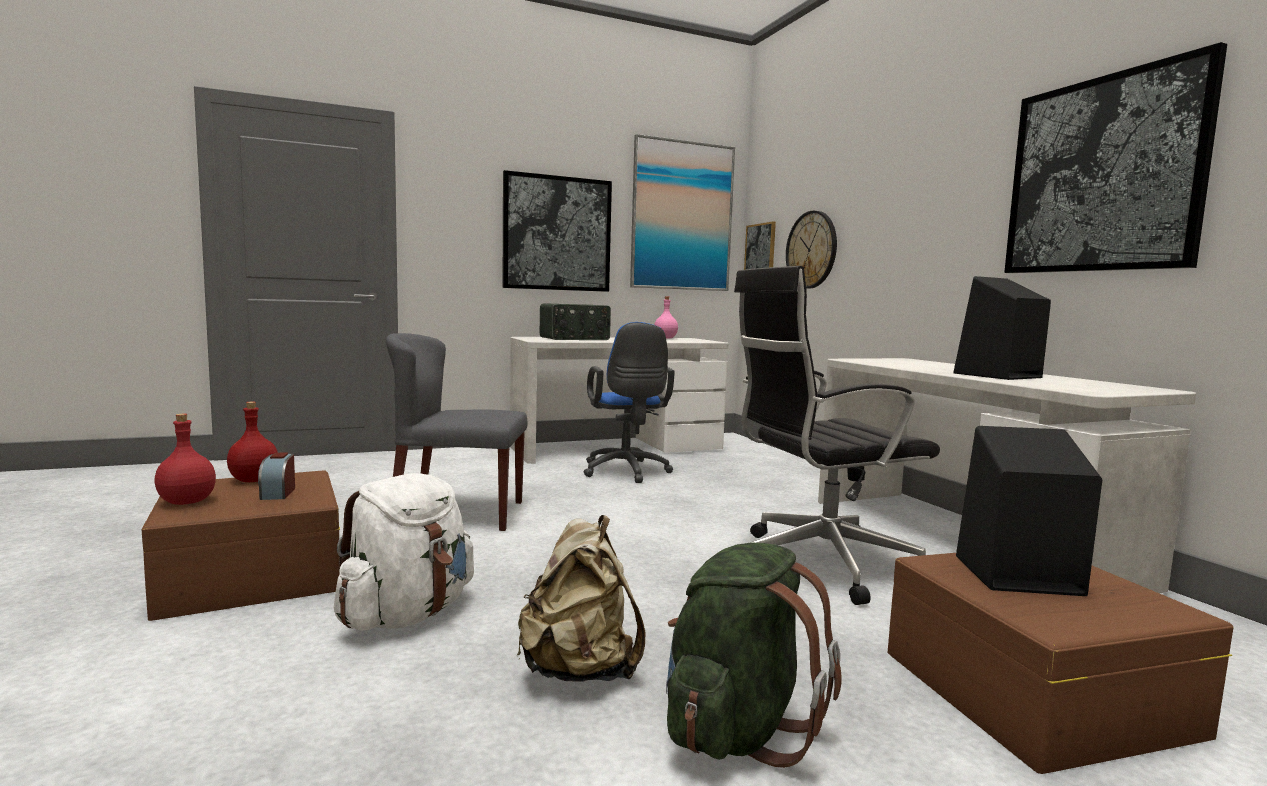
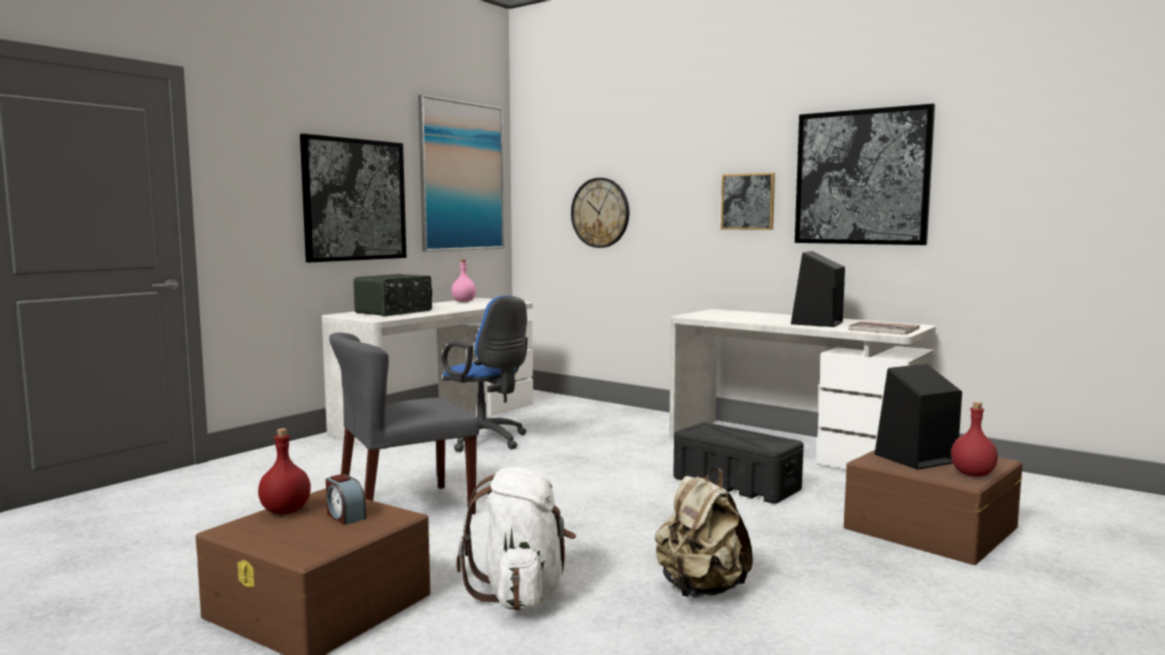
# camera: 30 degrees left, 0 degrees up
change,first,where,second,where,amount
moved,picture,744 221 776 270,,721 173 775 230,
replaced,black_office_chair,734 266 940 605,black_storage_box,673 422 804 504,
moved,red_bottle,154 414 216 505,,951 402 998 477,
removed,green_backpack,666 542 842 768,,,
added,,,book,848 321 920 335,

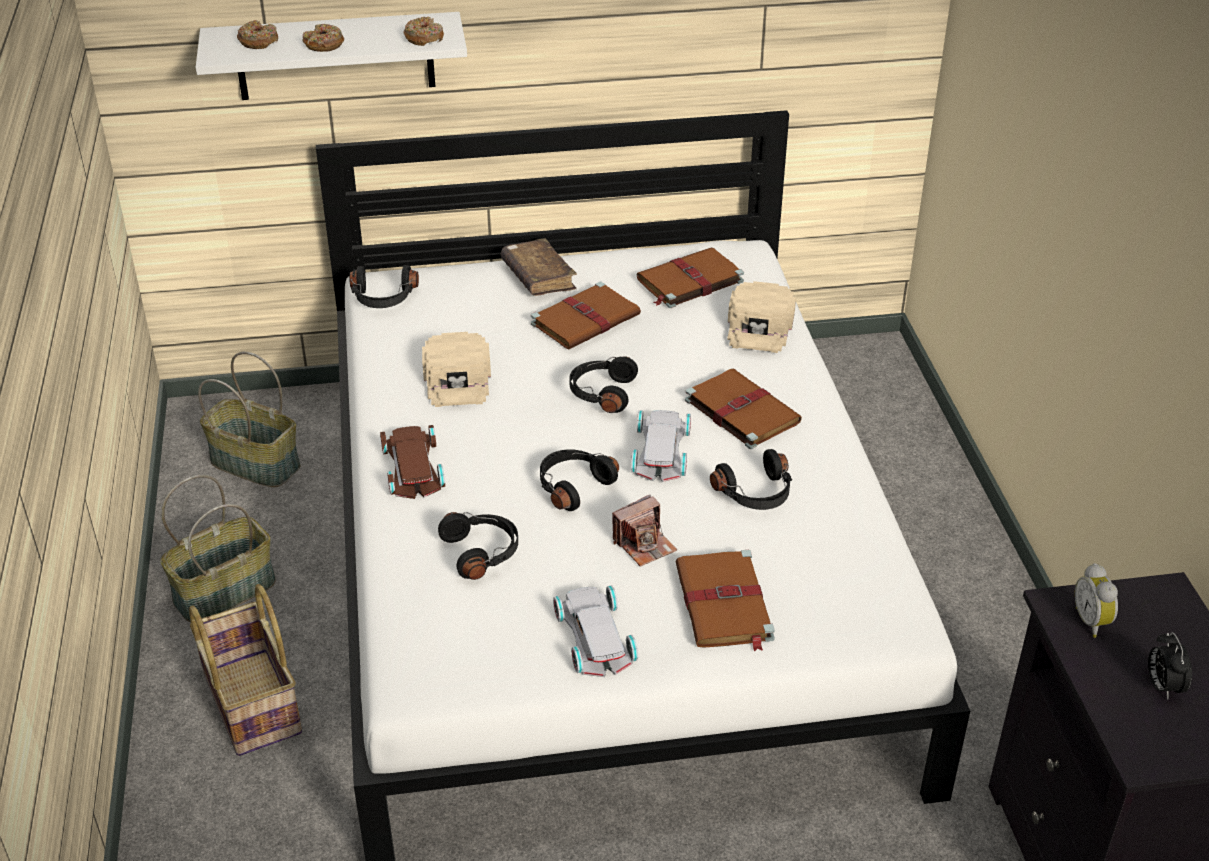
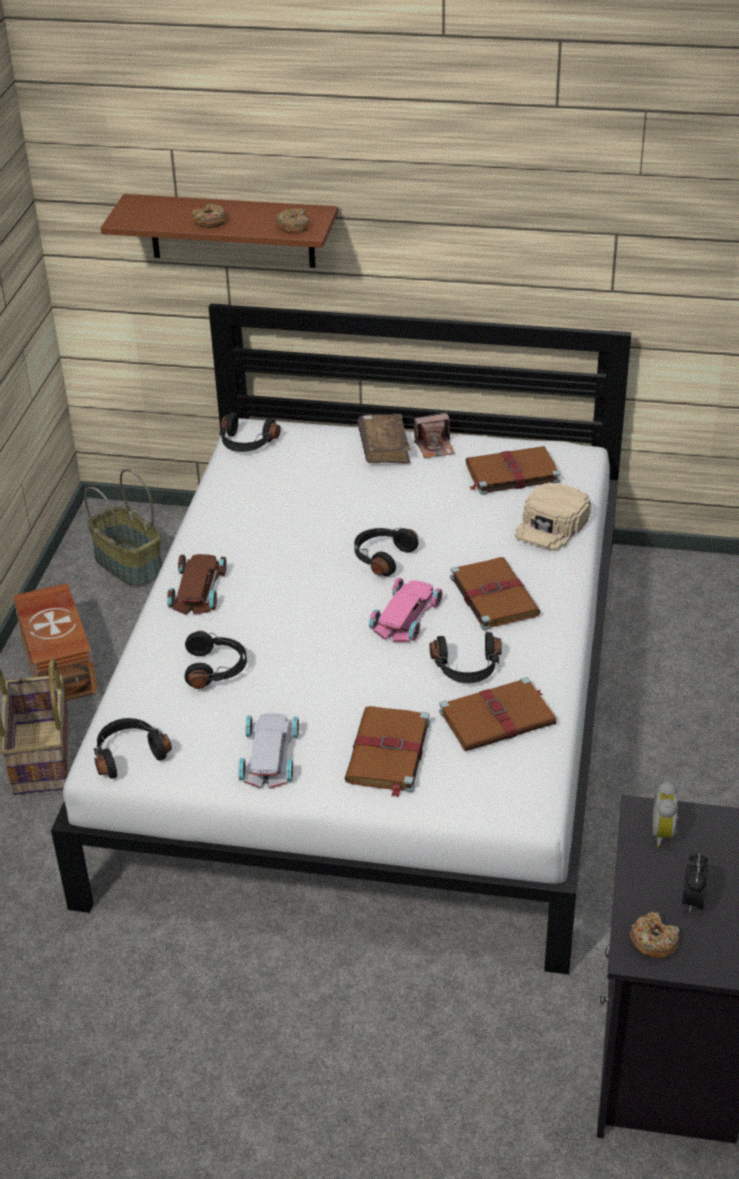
# camera: 20 degrees right, 0 degrees up
change,first,where,second,where,amount
recoloured,white_shelf,196 12 467 100,brown_shelf,101 194 338 268,
moved,donut,237 20 278 49,,630 912 679 958,
moved,brown_book,531 282 641 349,,439 677 557 751,
removed,beige_cap,422 332 491 407,,,
recoloured,white_toy_car,631 410 691 482,pink_toy_car,369 578 443 642,
moved,black_headphones,540 450 619 511,,94 718 172 779,
replaced,basket,160 475 276 622,brown_storage_box,13 583 98 701,
moved,photo_camera,612 495 677 567,,414 412 455 458,

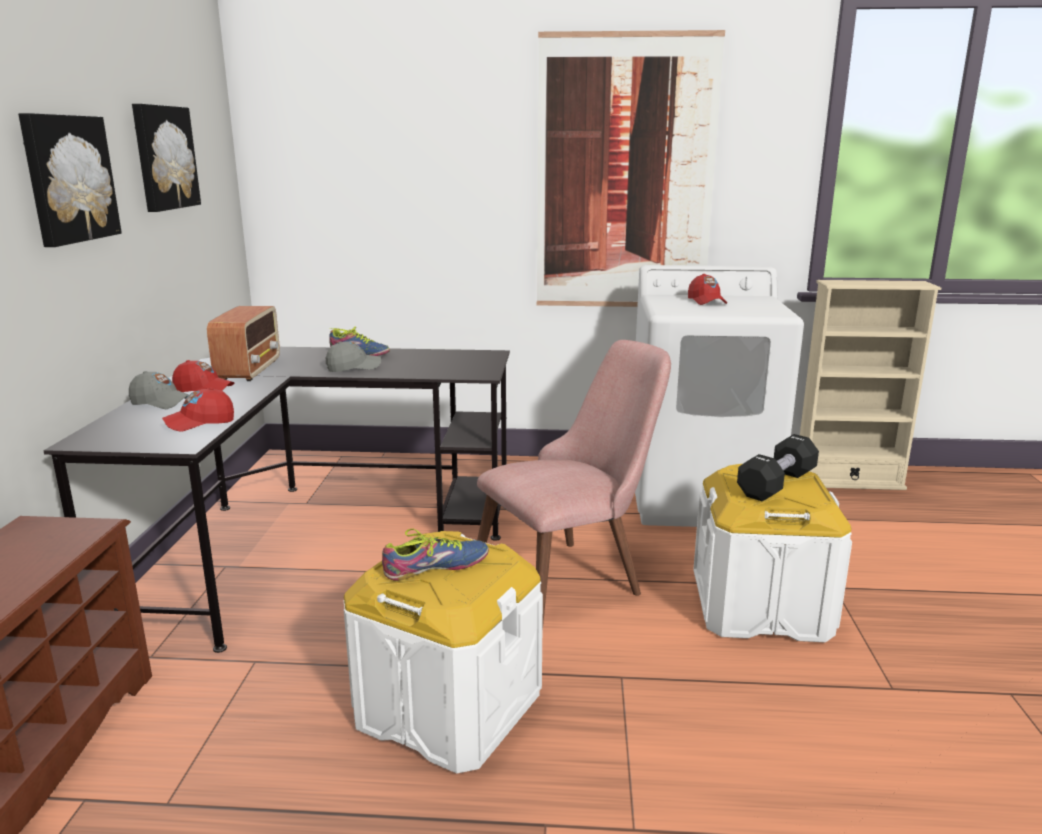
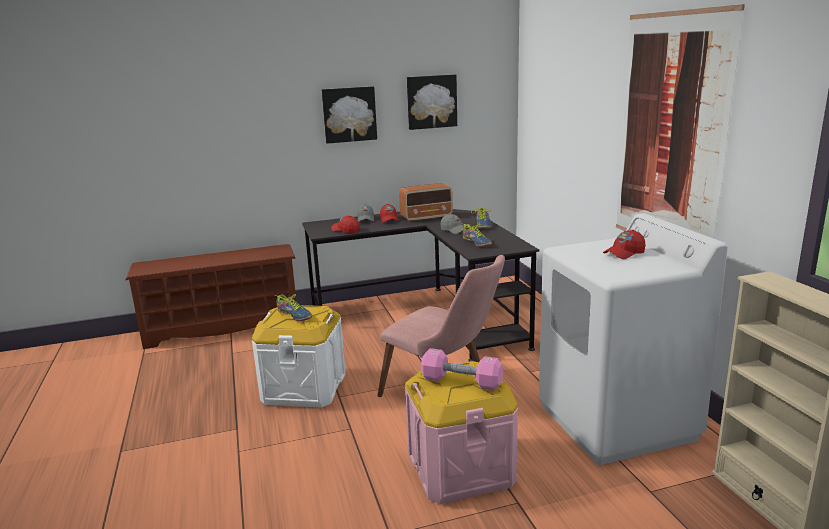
# camera: 70 degrees right, 0 degrees up
change,first,where,second,where,amount
recoloured,black_dumbbell,737 434 819 501,pink_dumbbell,421 348 503 391,
recoloured,white_storage_box,693 464 852 642,pink_storage_box,405 361 518 504,
added,,,shoe,461 223 492 247,

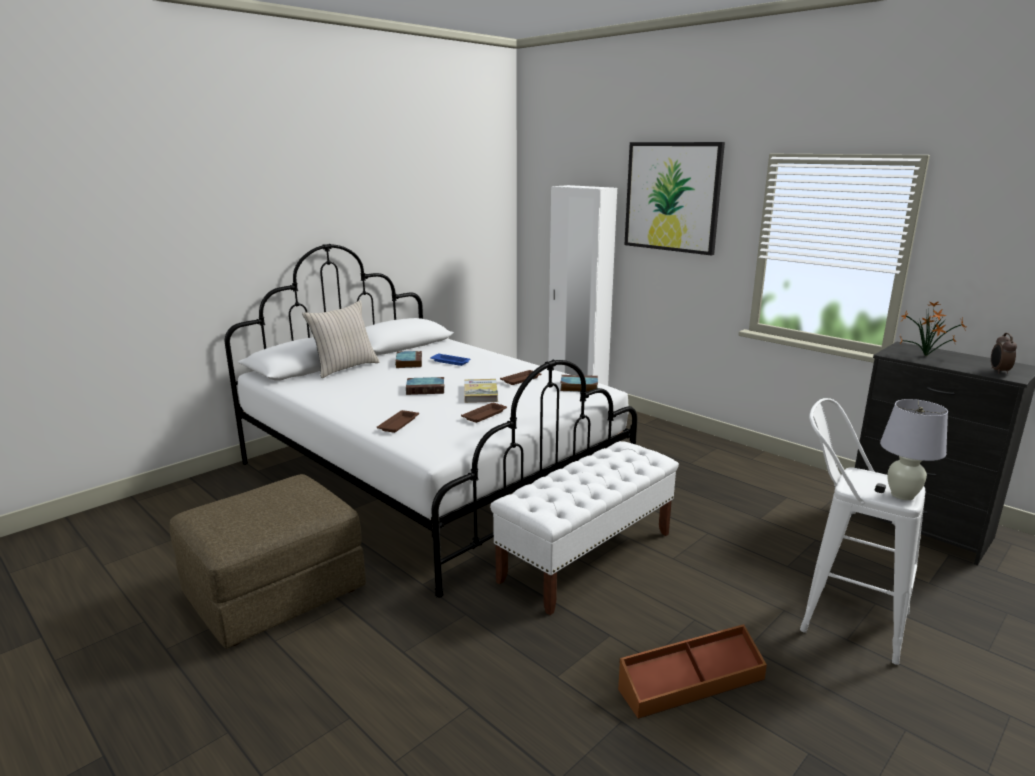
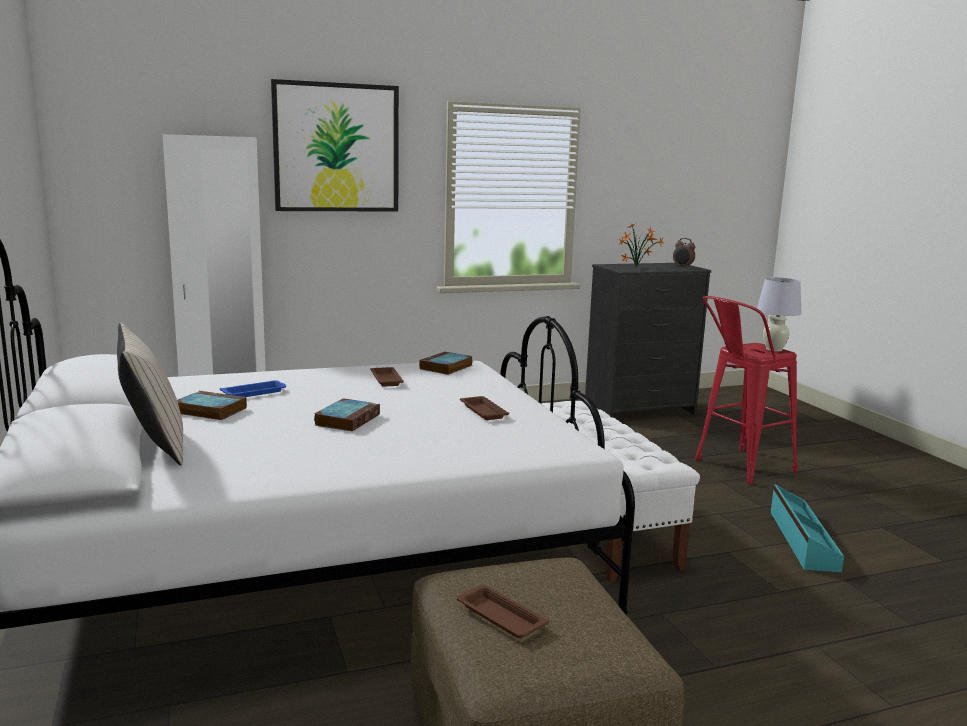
# camera: 65 degrees left, 5 degrees down
change,first,where,second,where,amount
removed,book,464 379 498 403,,,
recoloured,white_stool,800 398 925 665,red_stool,695 296 798 484,
moved,brown_tray,377 410 419 433,,457 585 549 638,
recoloured,brown_storage_box,618 624 767 719,turquoise_storage_box,771 484 844 572,

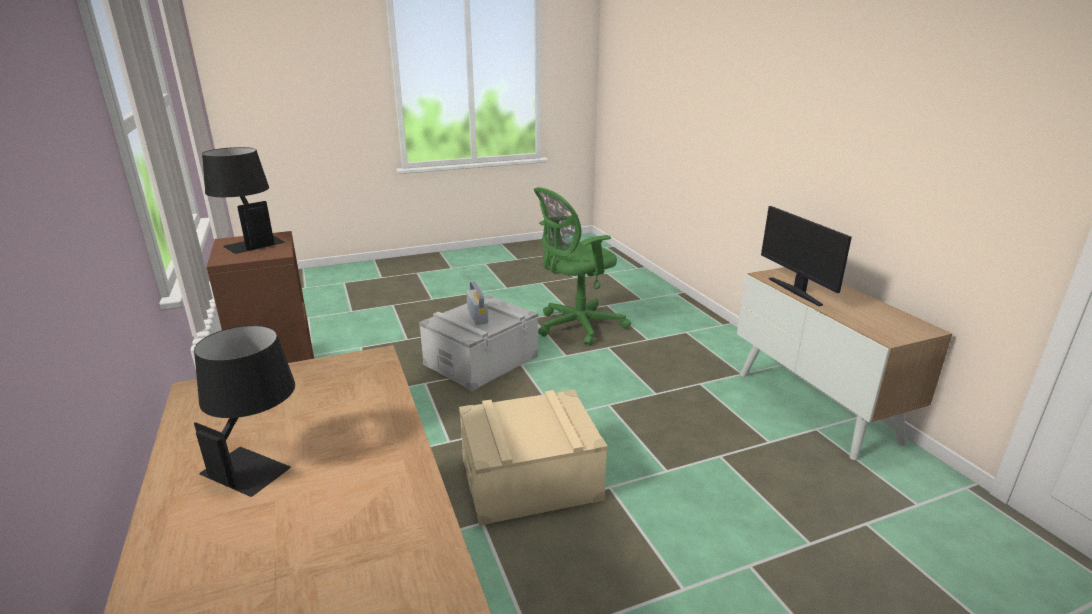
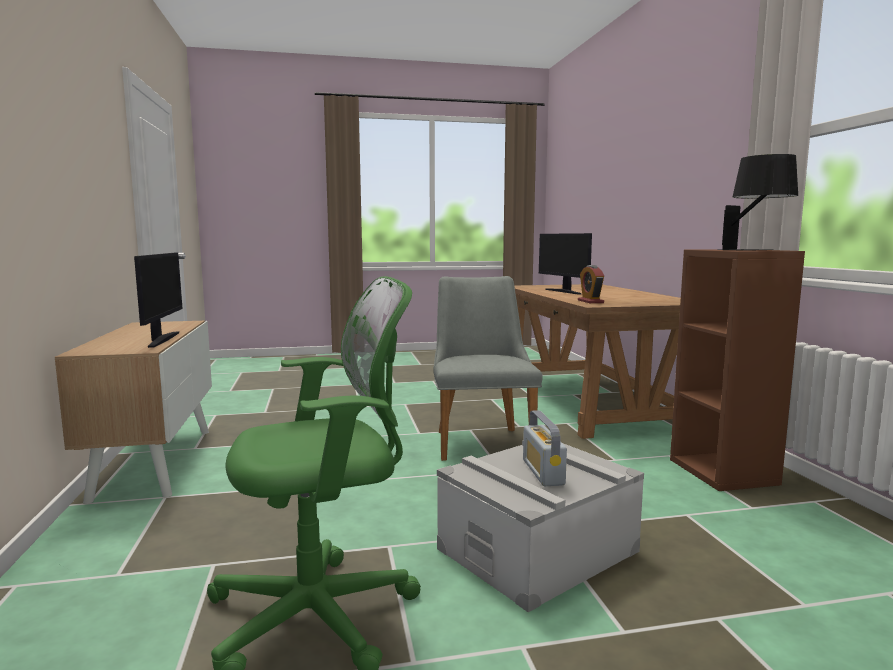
# camera: 170 degrees left, 15 degrees down
change,first,where,second,where,amount
removed,black_table_lamp,194 325 295 497,,,
replaced,beige_storage_box,459 389 608 526,grey_chair,433 276 543 461,
added,,,monitor,539 233 592 295,
added,,,alarm_clock,578 265 604 303,

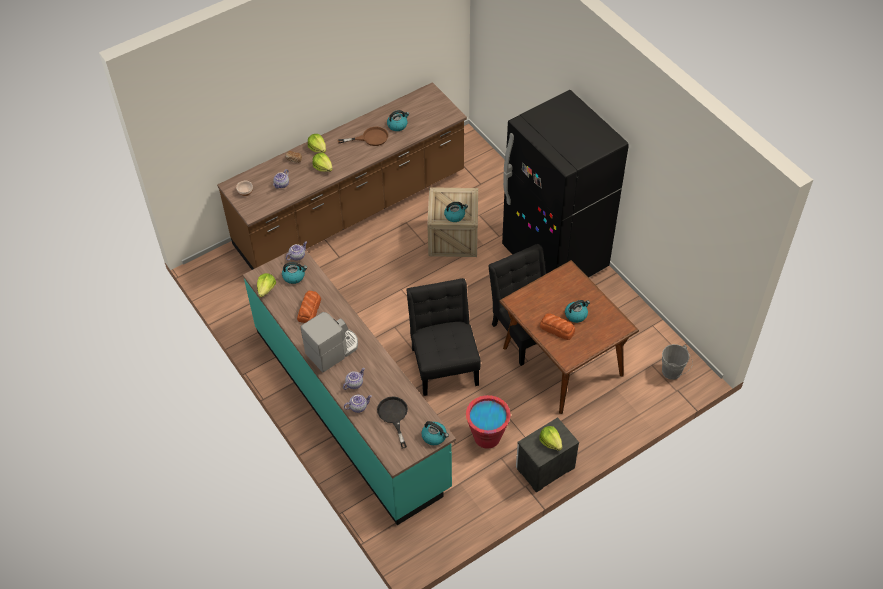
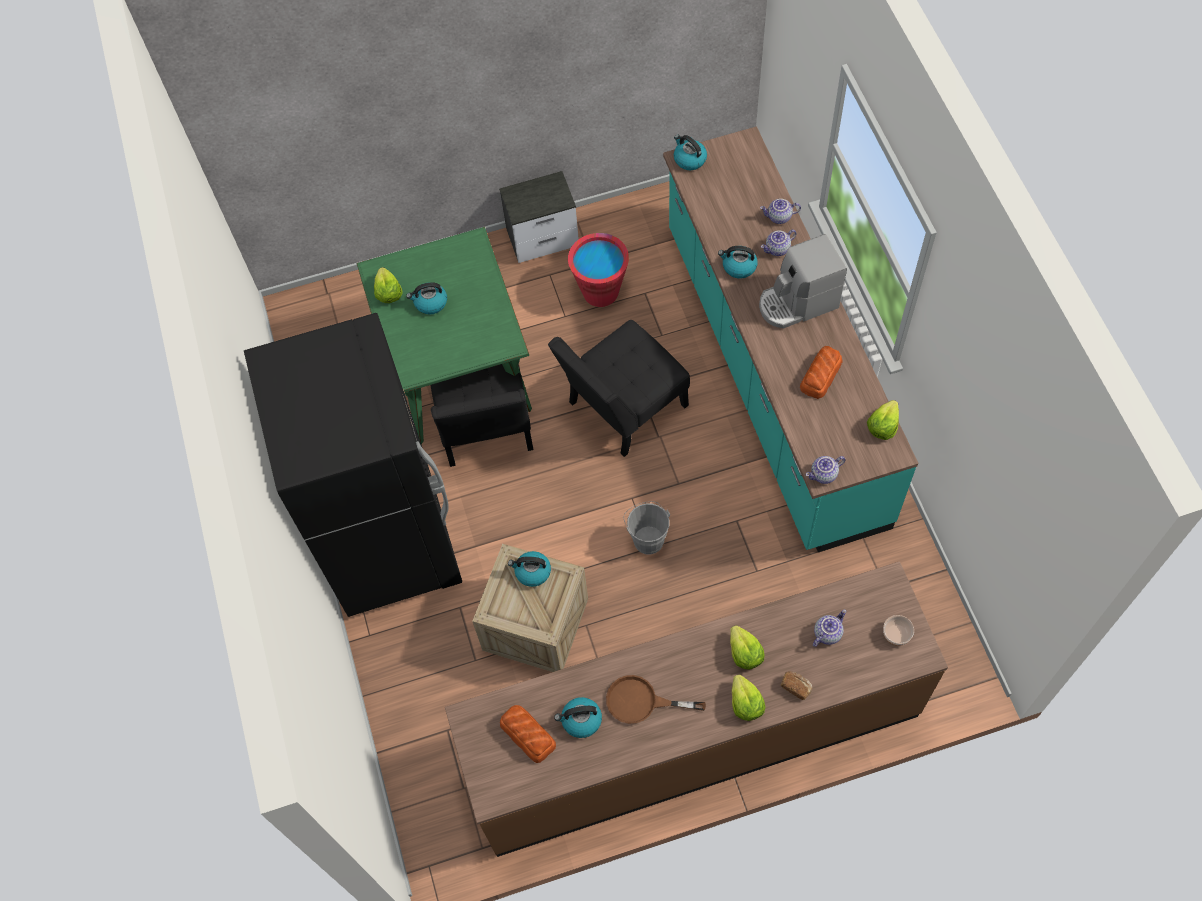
# camera: 160 degrees left, 10 degrees up
change,first,where,second,where,amount
recoloured,brown_dining_table,499 260 639 414,green_dining_table,357 227 532 444,
moved,kettle,282 262 307 284,,718 246 758 278,
turned,black_chair,406 278 481 396,,548 320 690 457,45 degrees clockwise
moved,bread,540 313 575 340,,500 705 556 763,
moved,grey_bucket,662 344 693 380,,624 501 670 554,
removed,black_frying_pan,377 396 408 448,,,
moved,lettuce,540 426 562 451,,374 267 403 303,

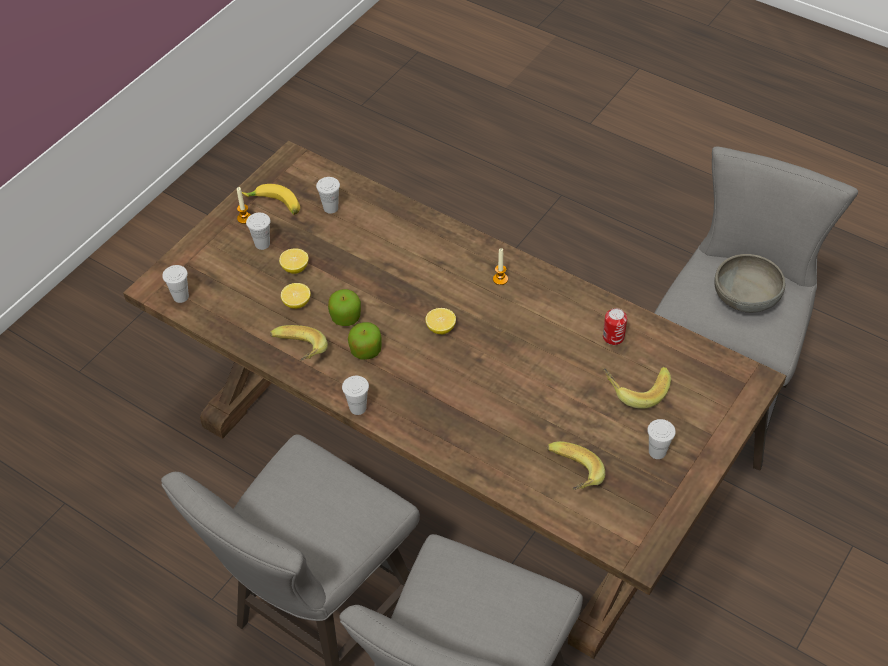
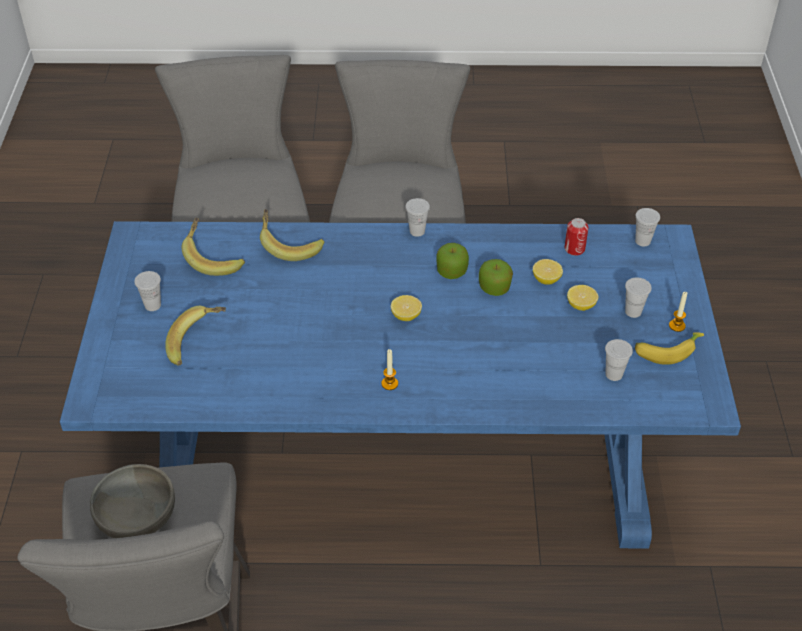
# camera: 145 degrees right, 5 degrees down
change,first,where,second,where,amount
recoloured,brown_dining_table,123 141 786 659,blue_dining_table,60 221 741 549,
moved,can,603 308 627 345,,564 218 589 256,
moved,banana,270 325 328 361,,260 209 324 261,

